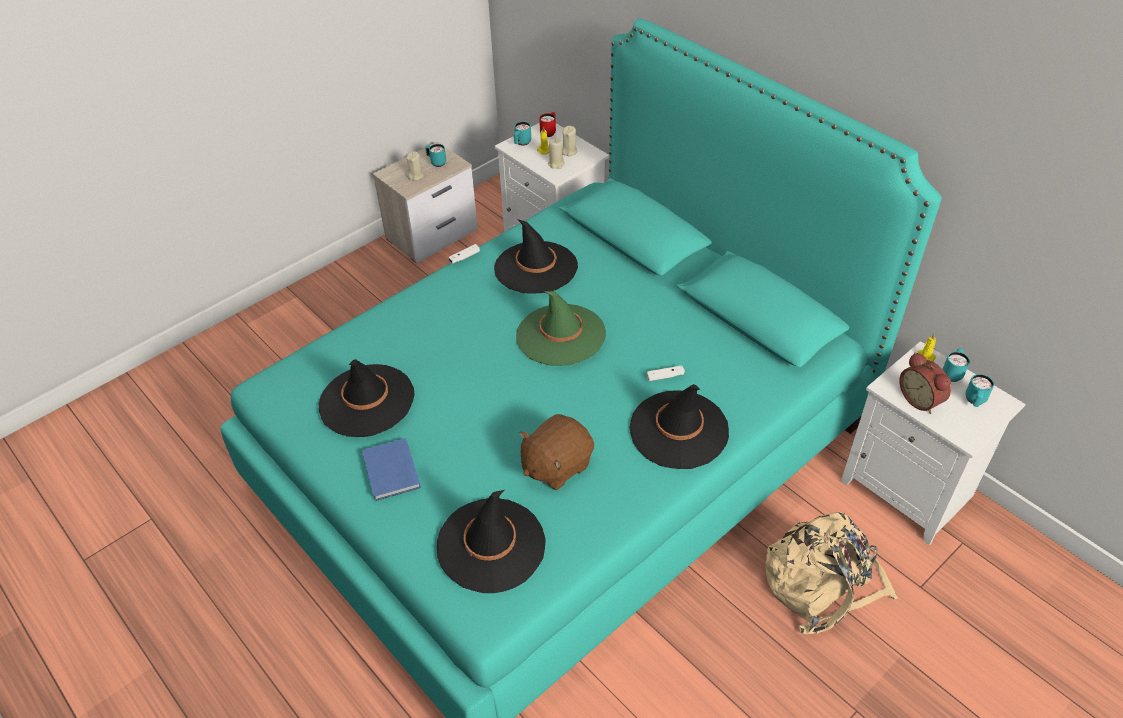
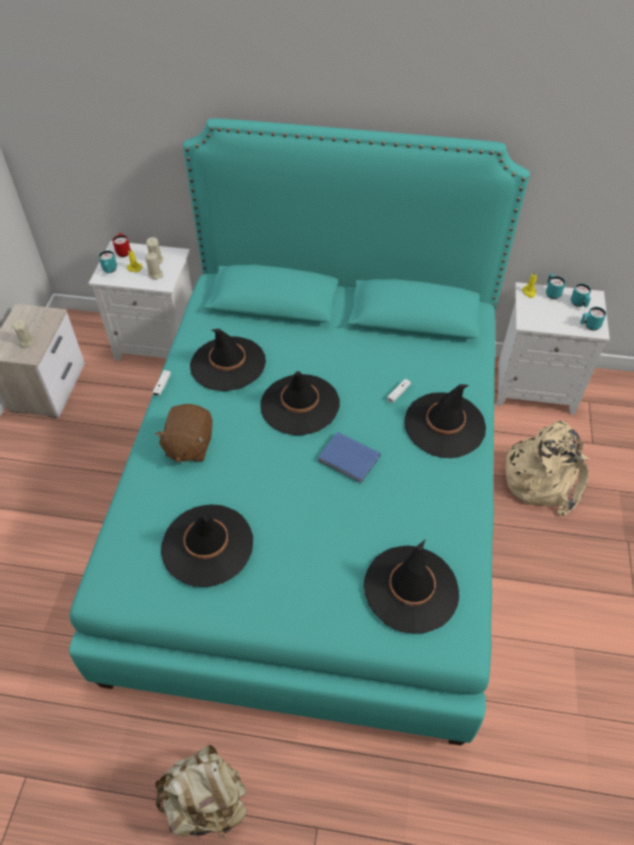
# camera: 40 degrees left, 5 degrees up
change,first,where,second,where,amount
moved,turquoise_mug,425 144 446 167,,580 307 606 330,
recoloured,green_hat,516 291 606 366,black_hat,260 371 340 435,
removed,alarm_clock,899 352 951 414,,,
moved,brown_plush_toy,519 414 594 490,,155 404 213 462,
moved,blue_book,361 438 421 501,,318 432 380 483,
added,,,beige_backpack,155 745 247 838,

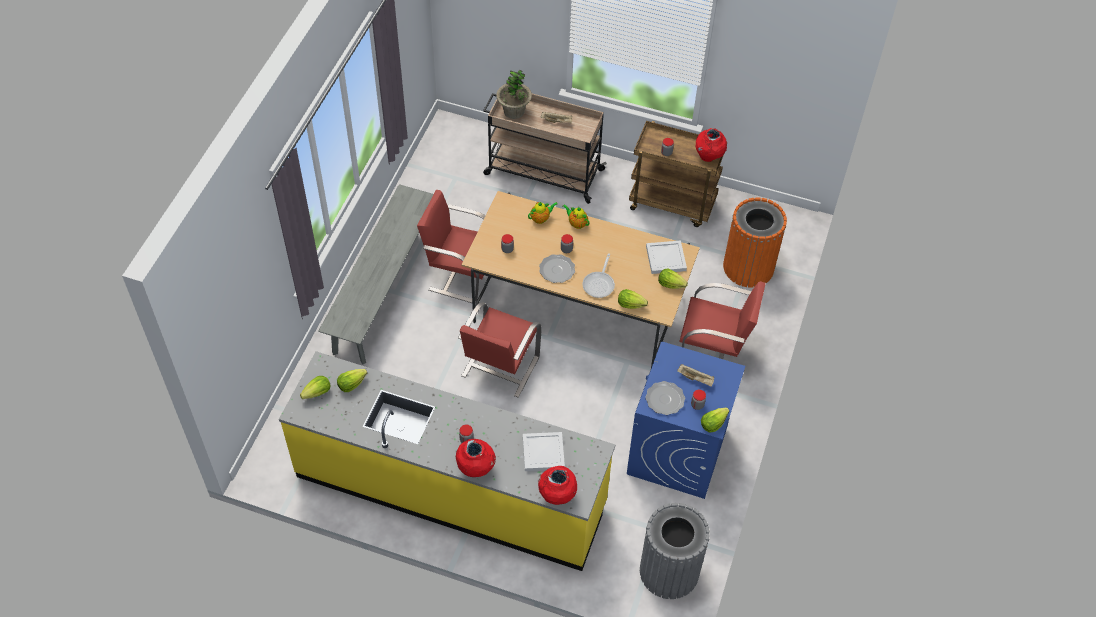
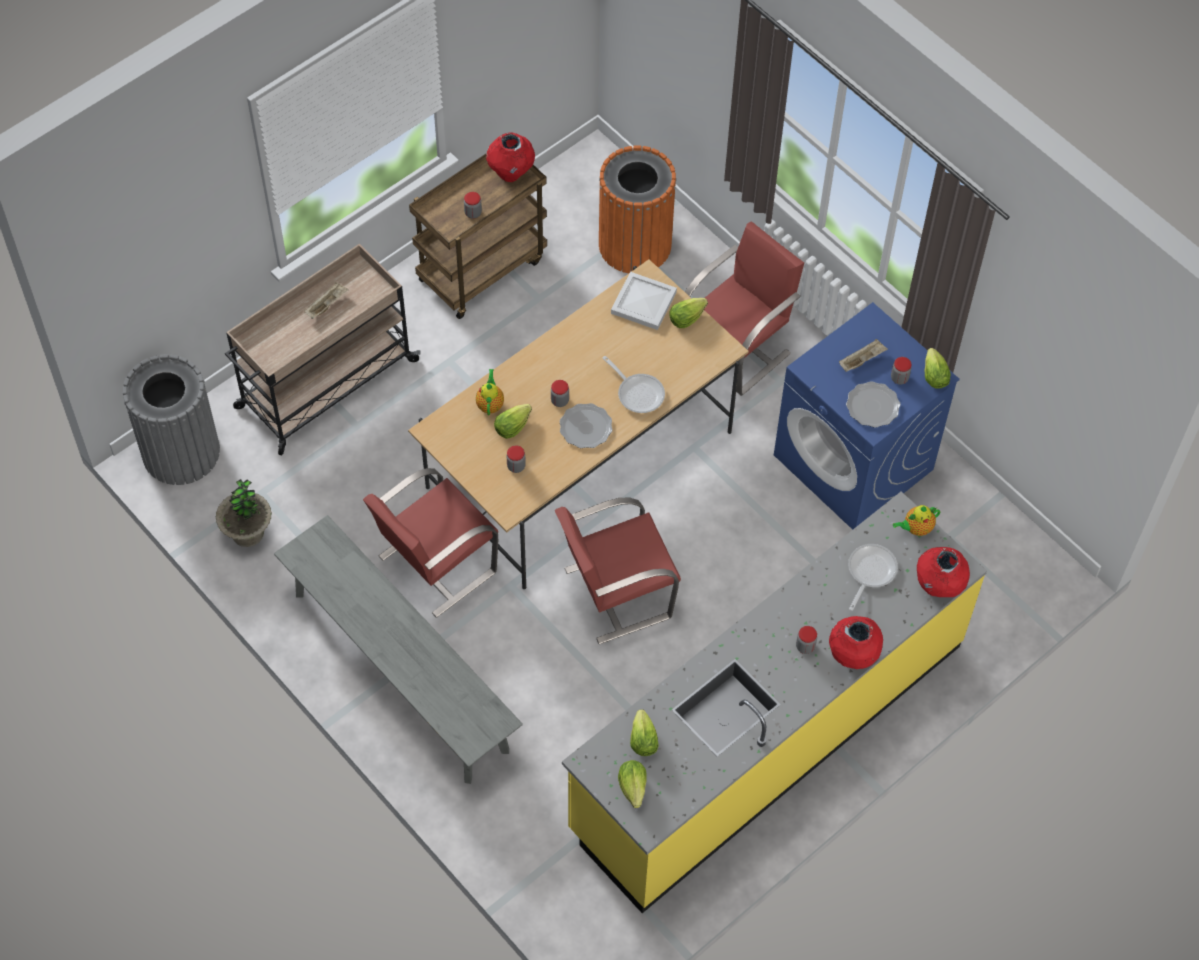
# camera: 60 degrees left, 5 degrees up
change,first,where,second,where,amount
moved,potted_plant,496 70 532 119,,216 479 272 547,
moved,teapot,563 204 589 229,,893 505 940 536,
moved,lettuce,618 289 648 309,,494 404 532 439,
turned,red_chair,458 302 542 398,,554 497 681 644,105 degrees clockwise
replaced,white_tray,523 432 565 471,frying_pan,848 544 898 611,
moved,grey_trash_can,640 503 710 599,,123 354 220 485,

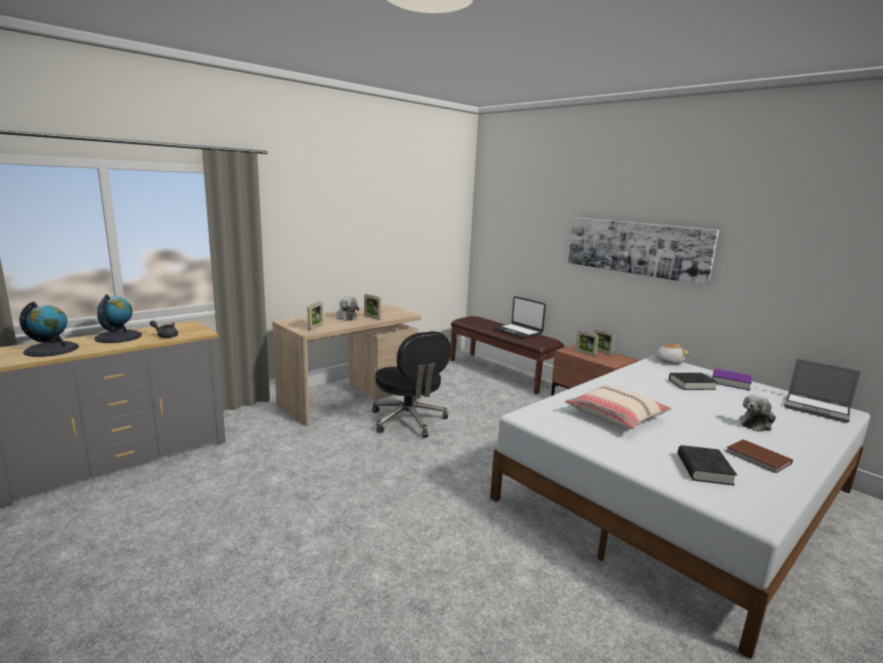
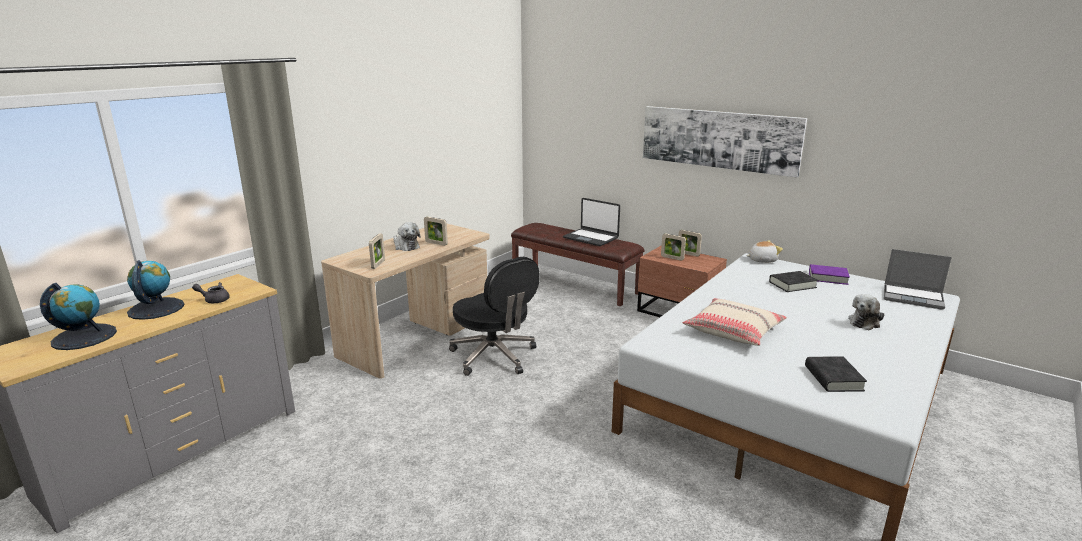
# camera: 10 degrees left, 5 degrees up
change,first,where,second,where,amount
removed,brown_book,726 439 793 473,,,

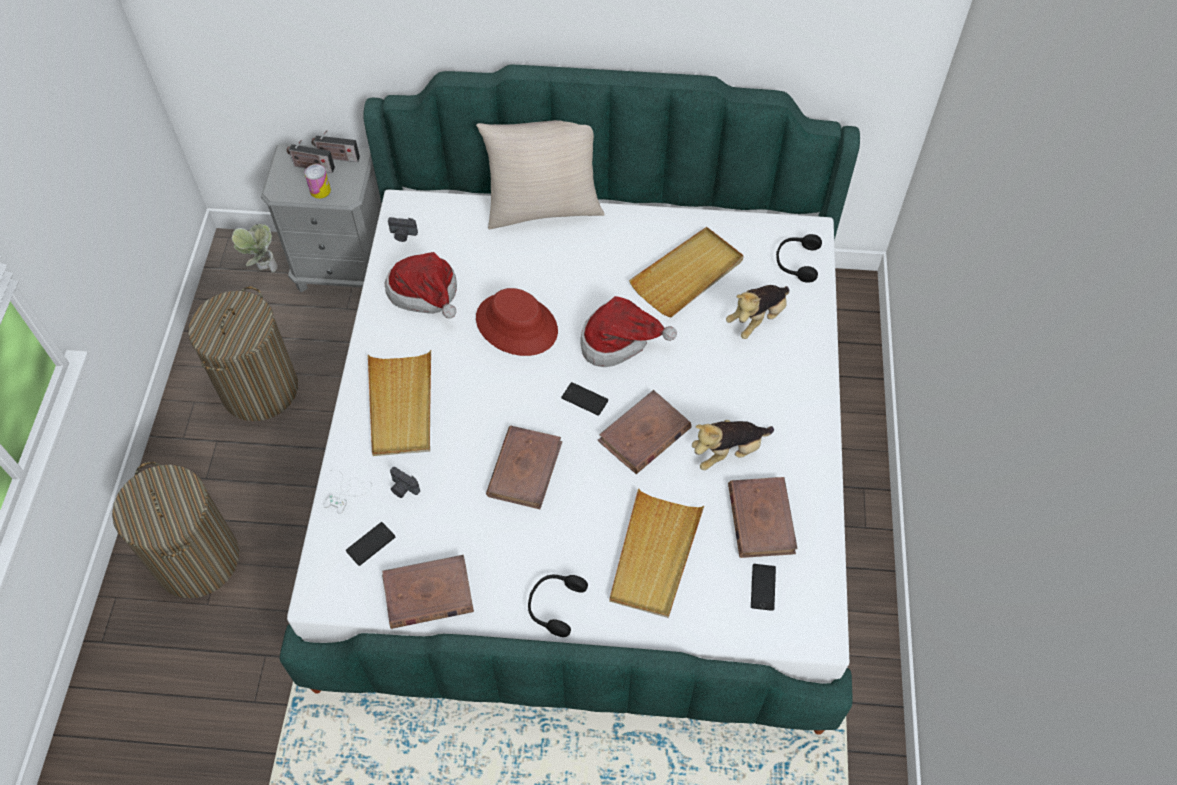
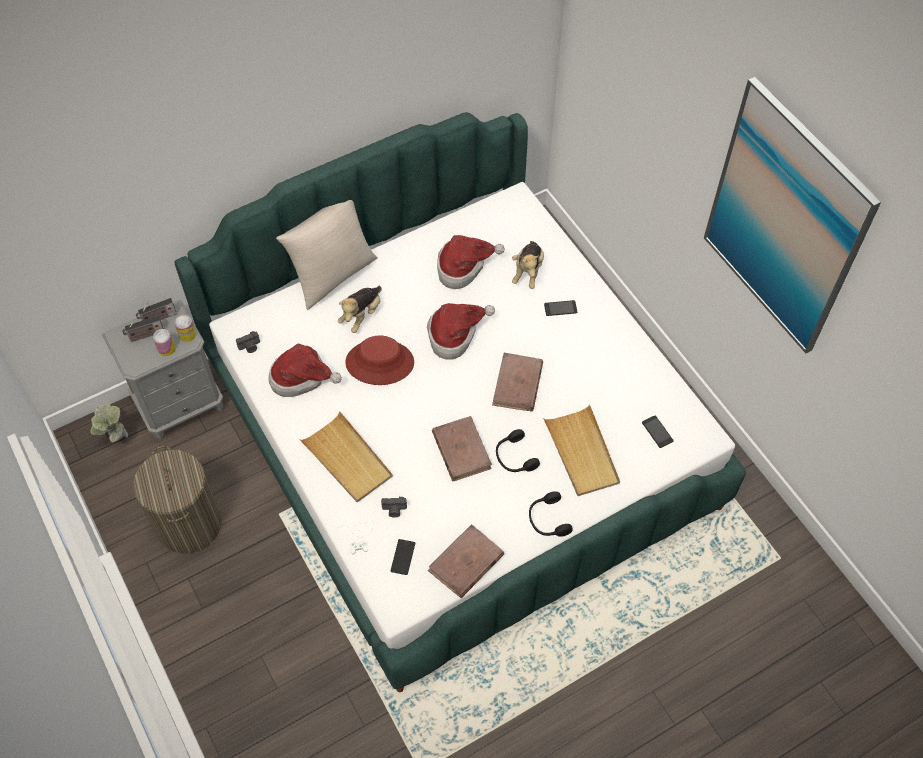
# camera: 35 degrees left, 0 degrees up
change,first,where,second,where,amount
replaced,beige_tray,629 227 744 317,hat,437 235 505 289,
moved,black_headphones,776 234 822 283,,496 429 540 472,
moved,phone,562 382 608 416,,544 300 577 316,
moved,plush_toy,692 420 774 470,,338 286 382 333,
removed,laundry_basket,112 462 239 598,,,
removed,brown_book,728 477 798 558,,,
added,,,picture,704 77 881 354,
added,,,can,174 315 196 342,

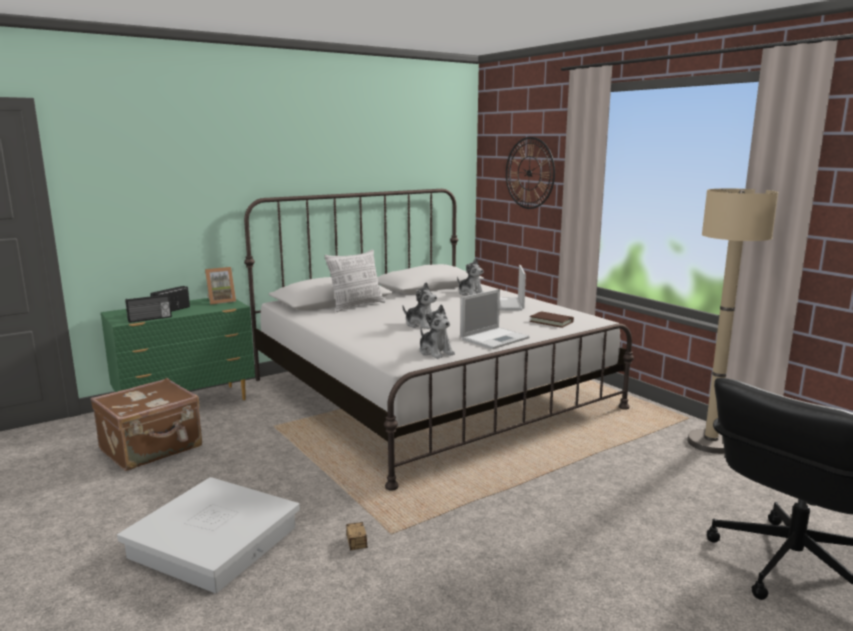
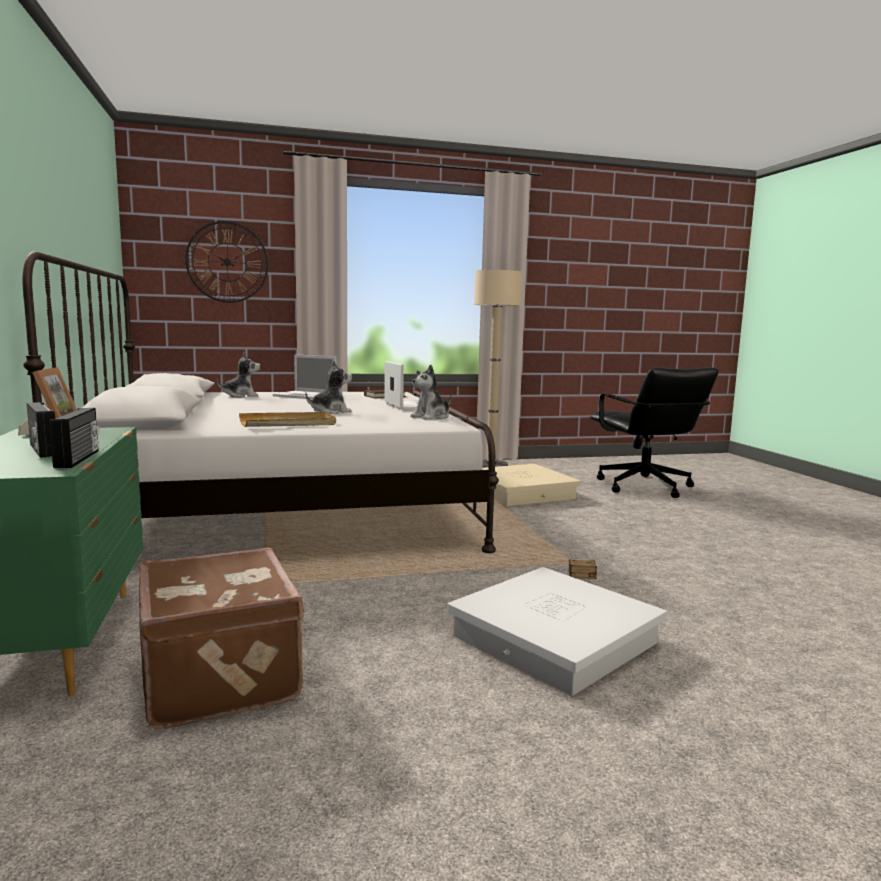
# camera: 70 degrees left, 5 degrees down
change,first,where,second,where,amount
removed,pillow,324 250 385 312,,,
turned,plush_toy,419 304 455 359,,410 365 451 420,150 degrees clockwise
added,,,beige_tray,239 412 336 427,
added,,,beige_storage_box,482 464 581 506,

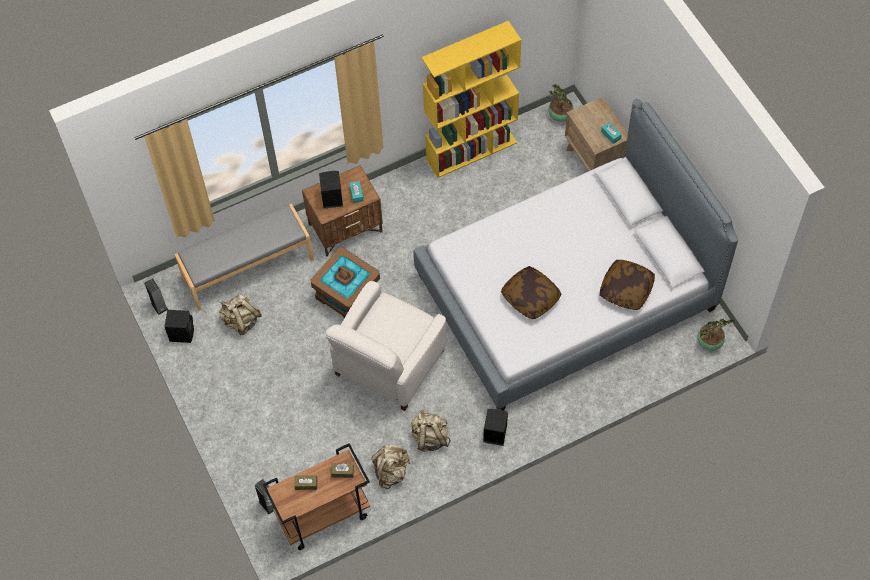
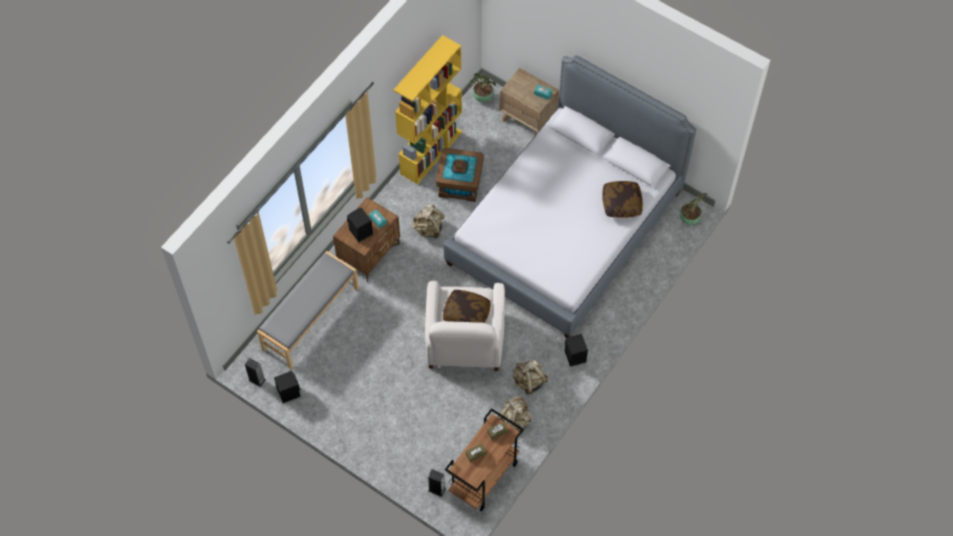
# camera: 30 degrees left, 0 degrees up
change,first,where,second,where,amount
moved,brown_storage_box,310 247 380 318,,436 148 484 202,
moved,pillow,501 266 561 320,,443 290 491 323,
moved,beige_backpack,219 294 262 335,,412 204 445 239,

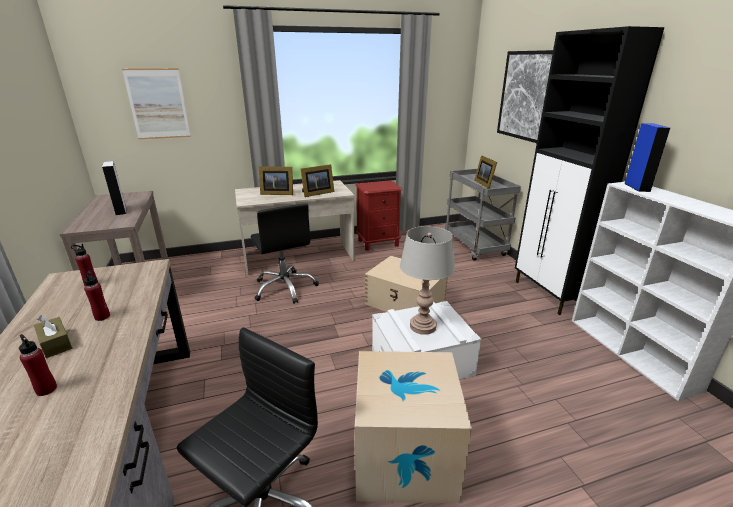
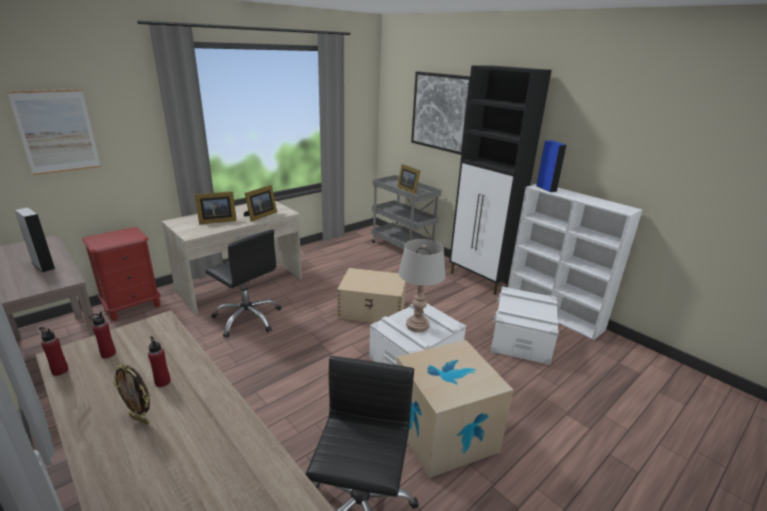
# camera: 25 degrees left, 0 degrees up
change,first,where,second,where,amount
moved,red_nightstand,356 180 403 251,,82 227 161 321,
replaced,brown_tissue_box,34 315 72 358,picture_frame,113 364 150 425,
moved,red_bottle,19 334 57 396,,39 327 69 376,
added,,,white_storage_box,490 286 559 365,

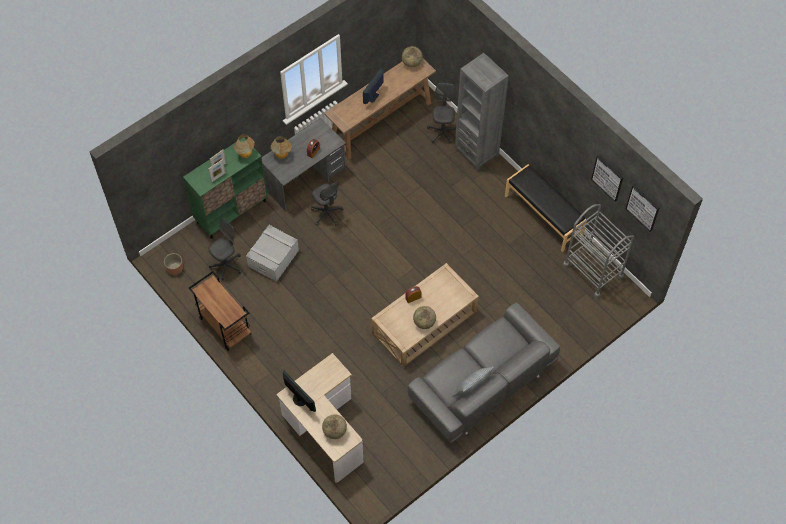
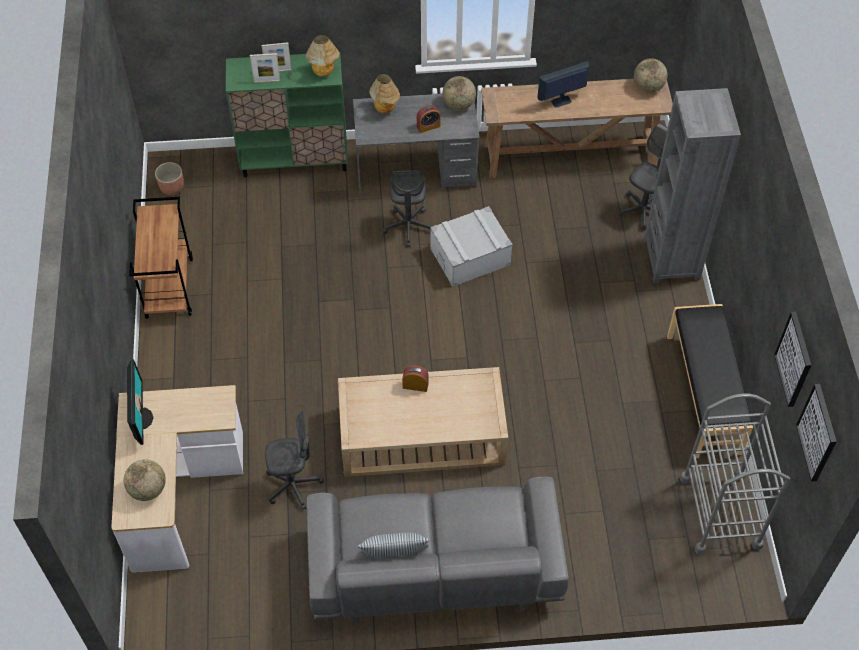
# camera: 35 degrees right, 5 degrees down
change,first,where,second,where,amount
moved,grey_office_chair,208 218 242 280,,265 410 324 510,
moved,grey_storage_box,246 225 299 282,,430 206 513 287,
moved,globe,413 306 436 329,,442 76 476 110,

